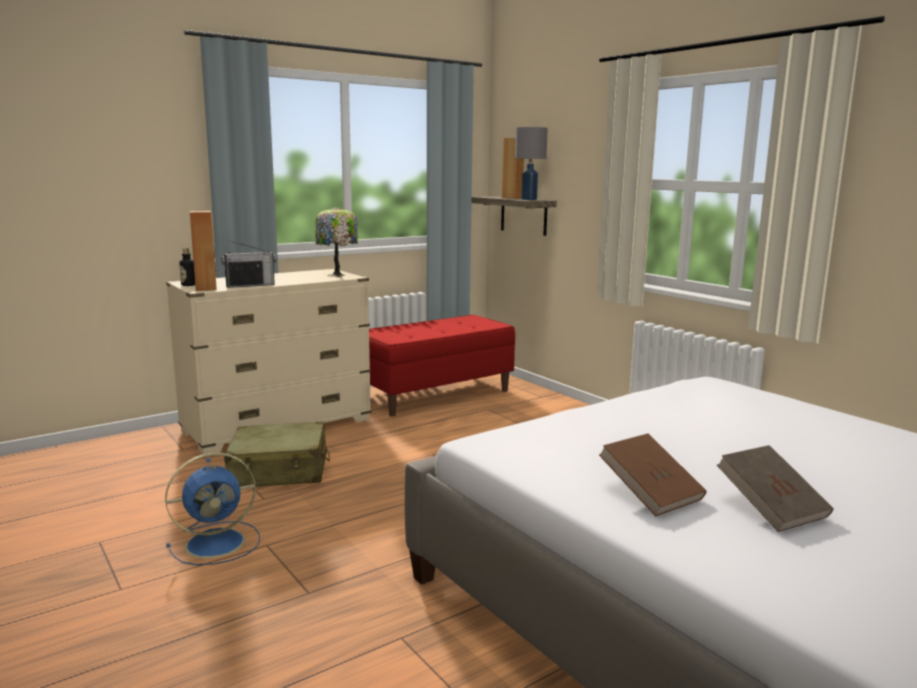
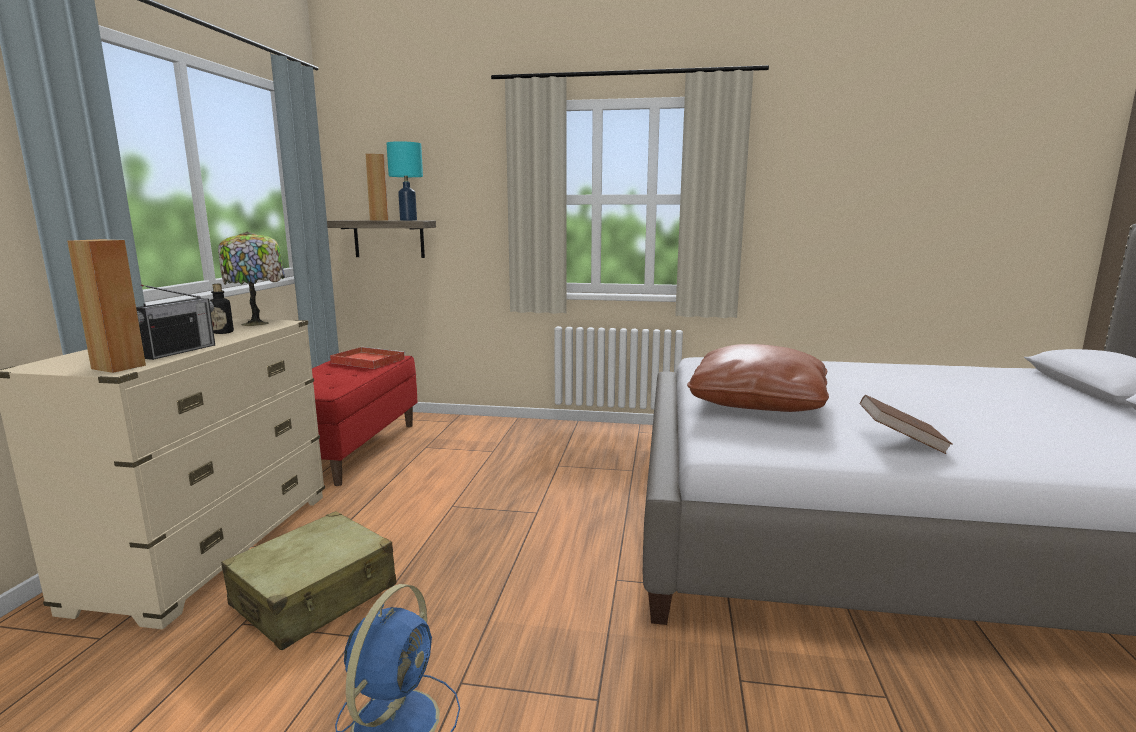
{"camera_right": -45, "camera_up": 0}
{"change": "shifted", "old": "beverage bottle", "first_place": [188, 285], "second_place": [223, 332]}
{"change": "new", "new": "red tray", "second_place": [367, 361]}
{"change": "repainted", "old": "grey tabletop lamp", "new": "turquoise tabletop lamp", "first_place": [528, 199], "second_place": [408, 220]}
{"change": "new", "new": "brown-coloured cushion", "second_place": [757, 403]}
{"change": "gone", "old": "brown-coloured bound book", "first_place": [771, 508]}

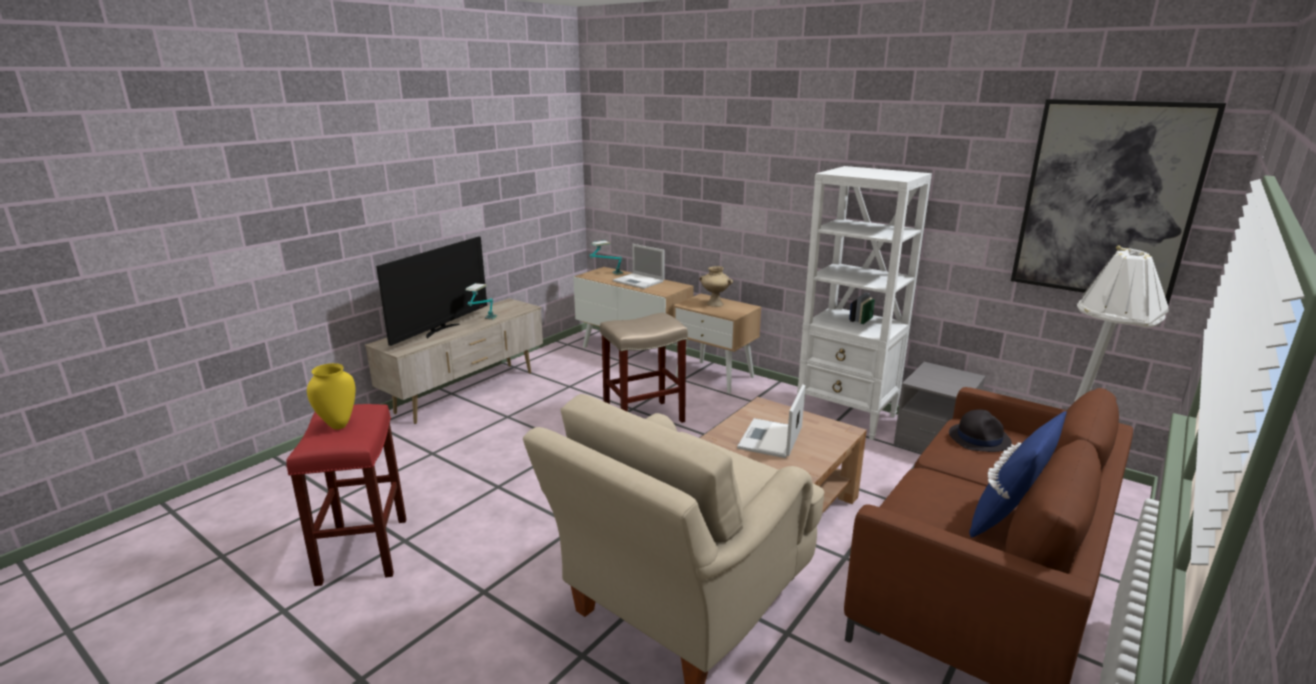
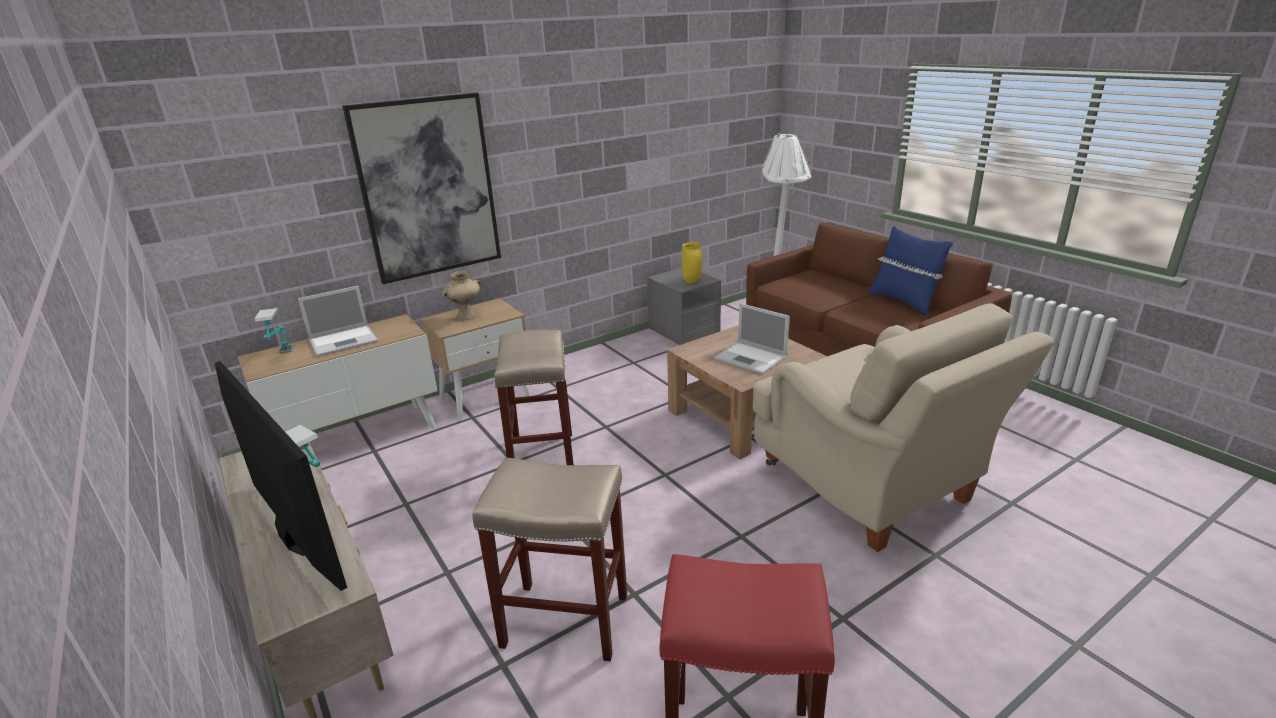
{"camera_right": -70, "camera_up": 5}
{"change": "shifted", "old": "picture", "first_place": [1107, 200], "second_place": [428, 188]}
{"change": "new", "new": "sand-coloured sitting stool", "second_place": [567, 620]}
{"change": "shifted", "old": "yellowish vase", "first_place": [338, 426], "second_place": [692, 281]}
{"change": "gone", "old": "whitish shelving unit", "first_place": [847, 417]}
{"change": "gone", "old": "black-coloured wearable hat", "first_place": [979, 438]}

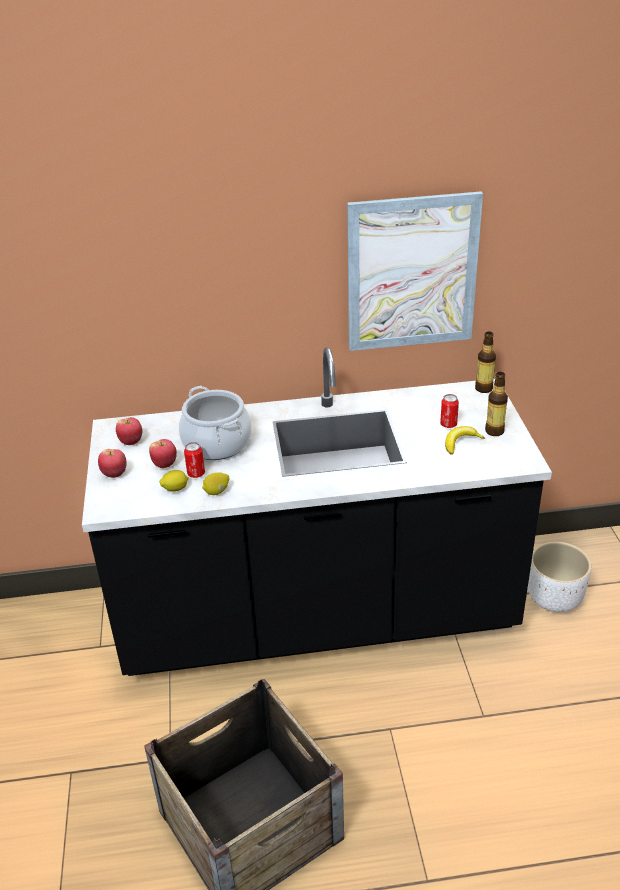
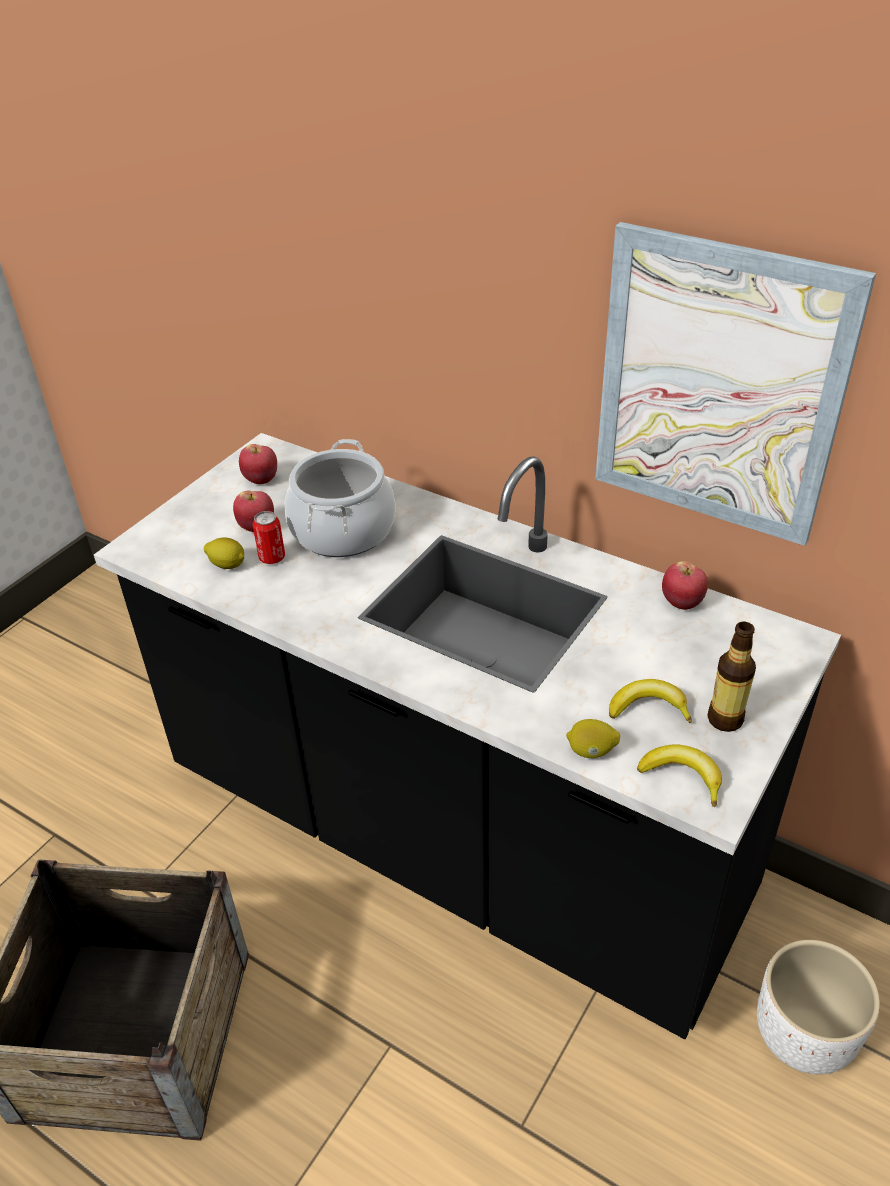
{"camera_right": 40, "camera_up": 5}
{"change": "shifted", "old": "whole lemon", "first_place": [217, 492], "second_place": [591, 751]}
{"change": "new", "new": "banana", "second_place": [682, 776]}
{"change": "shifted", "old": "apple", "first_place": [115, 474], "second_place": [682, 603]}
{"change": "gone", "old": "sealed can", "first_place": [448, 424]}
{"change": "gone", "old": "beverage bottle", "first_place": [483, 388]}

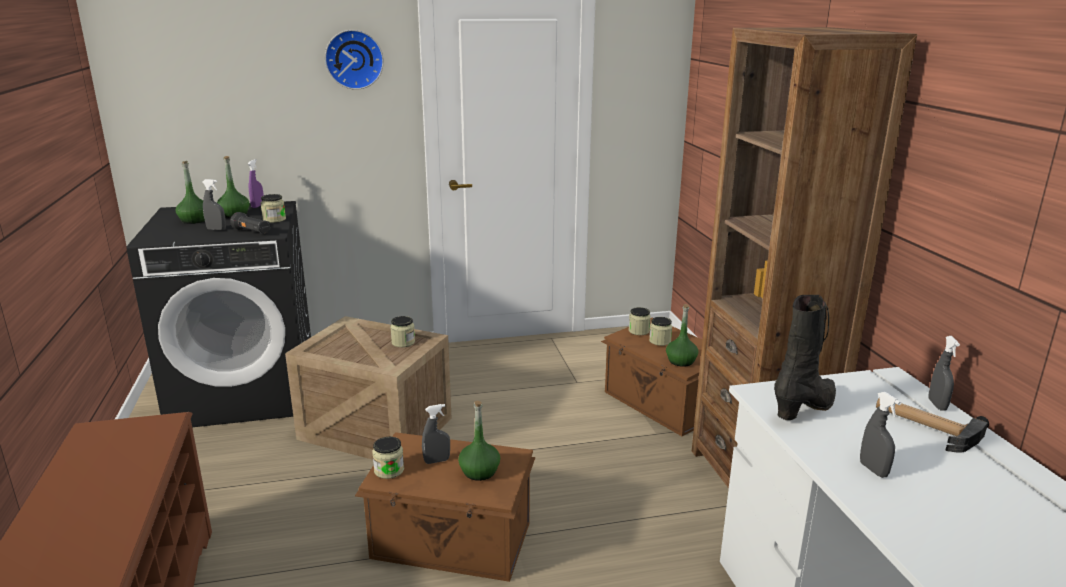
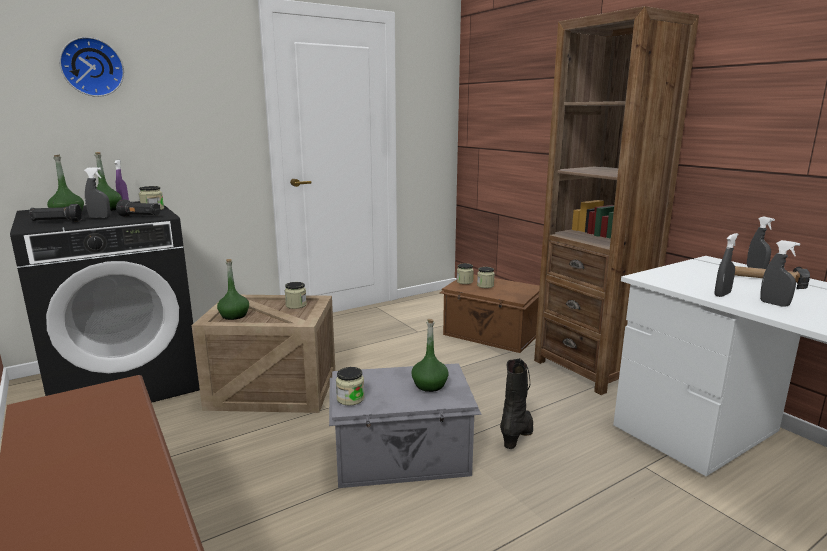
{"camera_right": -20, "camera_up": -5}
{"change": "new", "new": "black-coloured torch", "second_place": [57, 222]}
{"change": "shifted", "old": "hanging clock", "first_place": [354, 59], "second_place": [92, 67]}
{"change": "shifted", "old": "greenish beverage bottle", "first_place": [681, 361], "second_place": [234, 315]}
{"change": "repainted", "old": "brown-coloured storage bin", "new": "grey storage bin", "first_place": [452, 542], "second_place": [402, 458]}
{"change": "shifted", "old": "black-coloured high-top boot", "first_place": [806, 408], "second_place": [518, 435]}
{"change": "shifted", "old": "grey hand sprayer", "first_place": [437, 461], "second_place": [722, 294]}

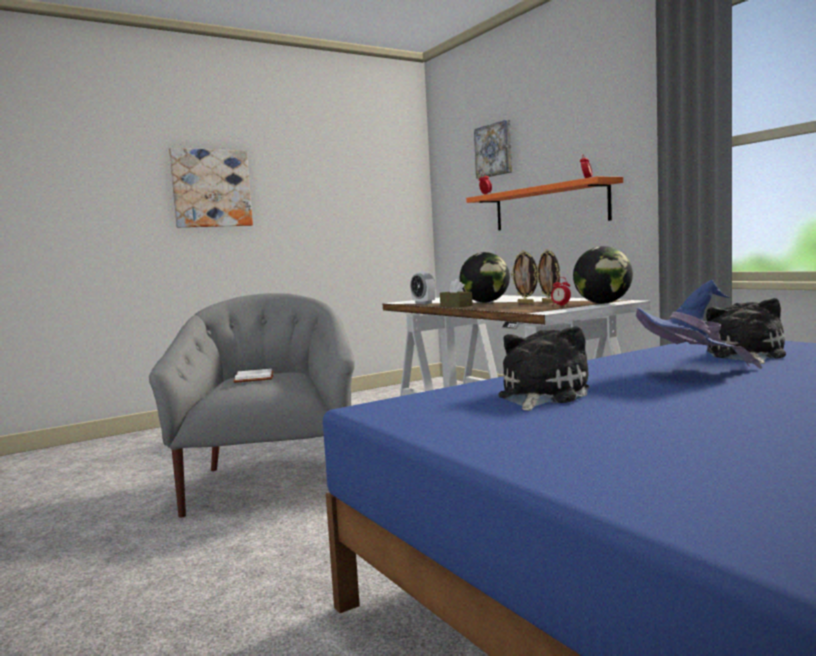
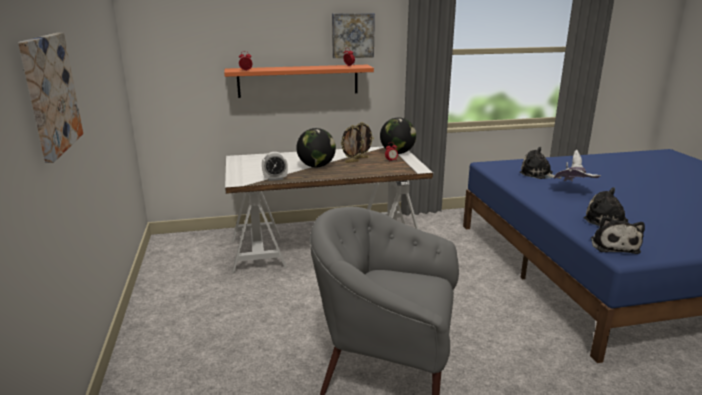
{"camera_right": -70, "camera_up": 15}
{"change": "shifted", "old": "picture", "first_place": [494, 150], "second_place": [352, 35]}
{"change": "repainted", "old": "bluish wearable hat", "new": "whitish wearable hat", "first_place": [692, 372], "second_place": [572, 190]}
{"change": "new", "new": "cuddly toy", "second_place": [613, 245]}
{"change": "gone", "old": "whitish bound book", "first_place": [255, 378]}
{"change": "gone", "old": "brown-coloured tissue holder", "first_place": [456, 306]}

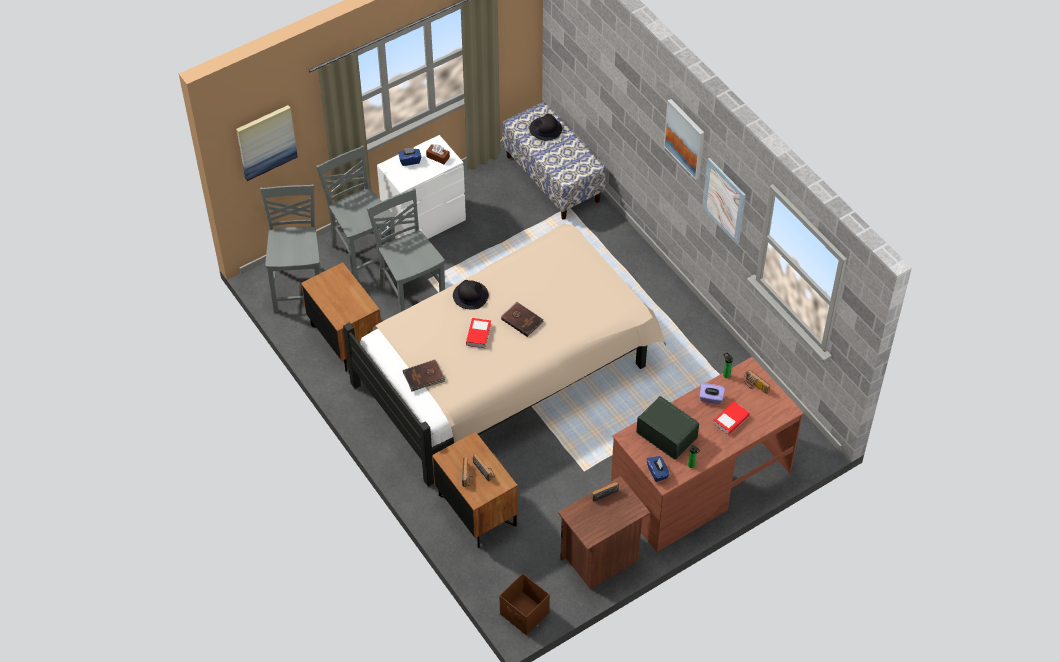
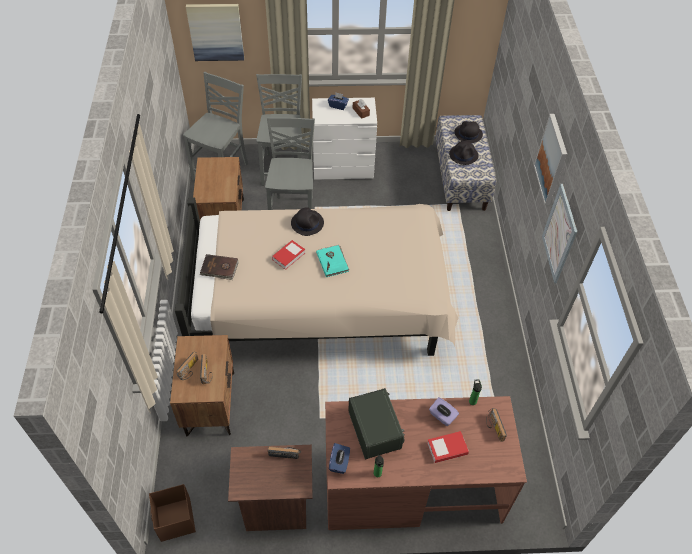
{"camera_right": 30, "camera_up": 0}
{"change": "repainted", "old": "brown-coloured bound book", "new": "turquoise bound book", "first_place": [522, 320], "second_place": [333, 261]}
{"change": "new", "new": "black-coloured wearable hat", "second_place": [464, 155]}

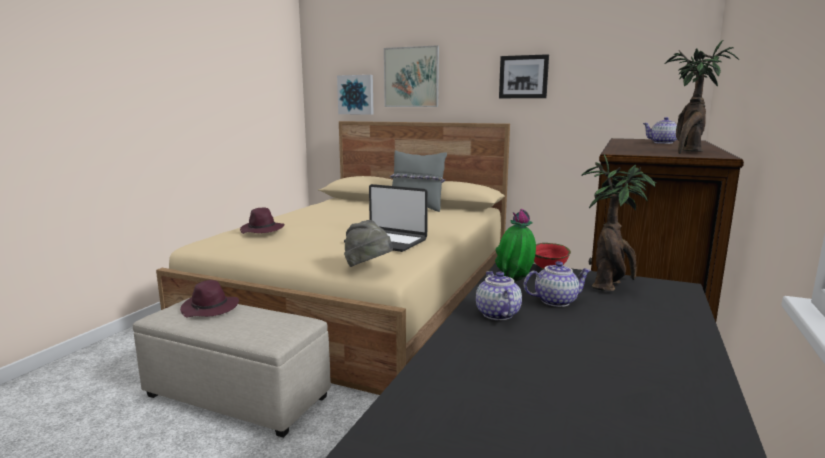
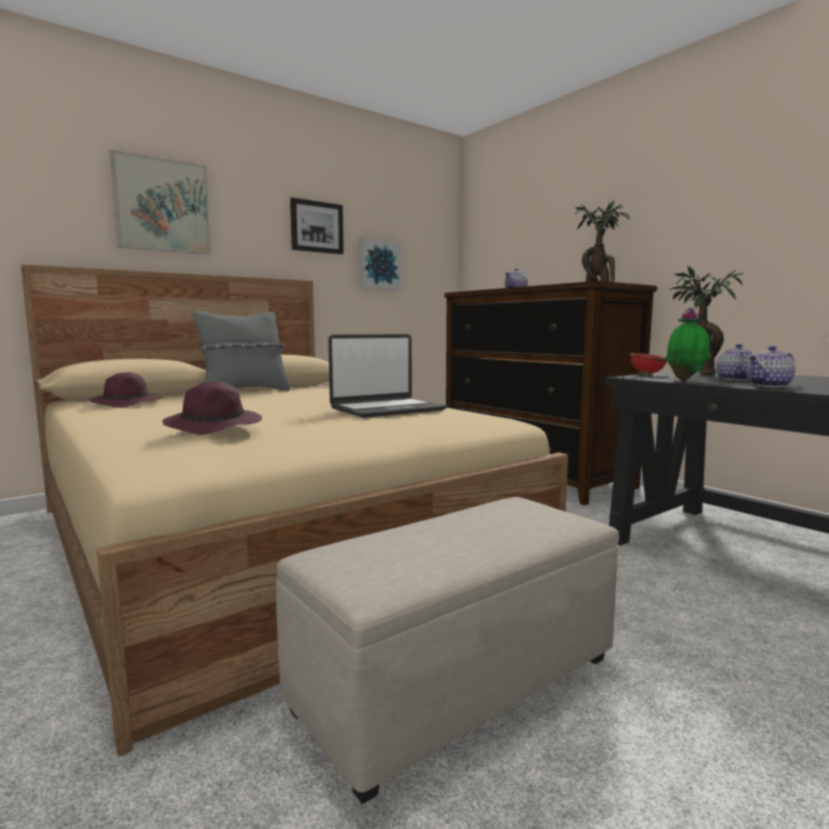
{"camera_right": -60, "camera_up": -5}
{"change": "shifted", "old": "purple wearable hat", "first_place": [210, 309], "second_place": [128, 403]}
{"change": "shifted", "old": "picture", "first_place": [356, 95], "second_place": [379, 265]}
{"change": "rotated", "old": "pot for tea", "first_place": [496, 314], "second_place": [769, 386], "degrees": -45}
{"change": "gone", "old": "grey wearable hat", "first_place": [368, 268]}

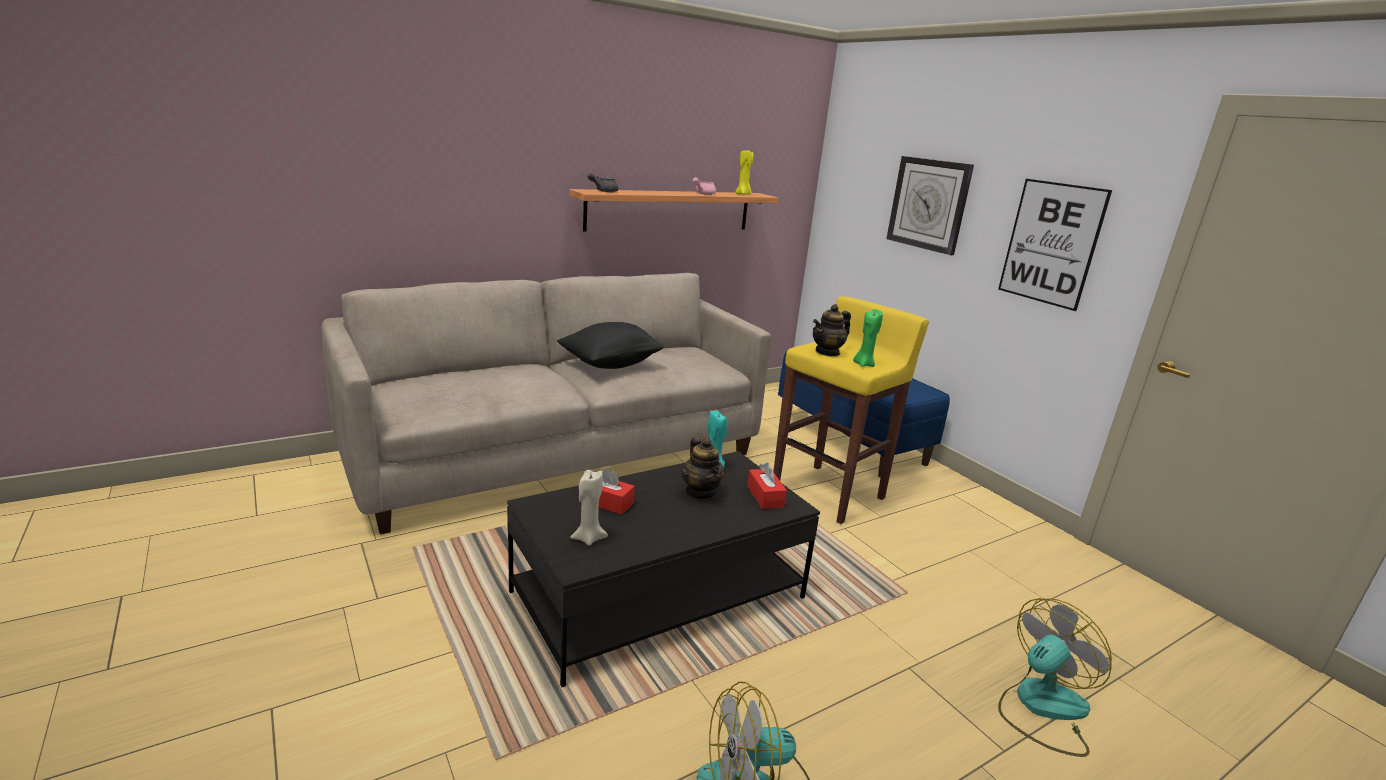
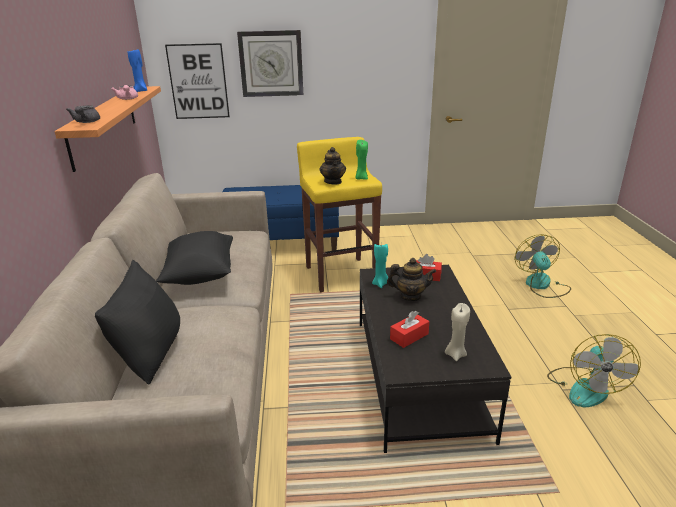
{"camera_right": -60, "camera_up": 5}
{"change": "new", "new": "black-coloured cushion", "second_place": [150, 353]}
{"change": "repainted", "old": "yellowish wax light", "new": "bluish wax light", "first_place": [743, 194], "second_place": [141, 91]}
{"change": "shifted", "old": "picture", "first_place": [1051, 243], "second_place": [198, 81]}

